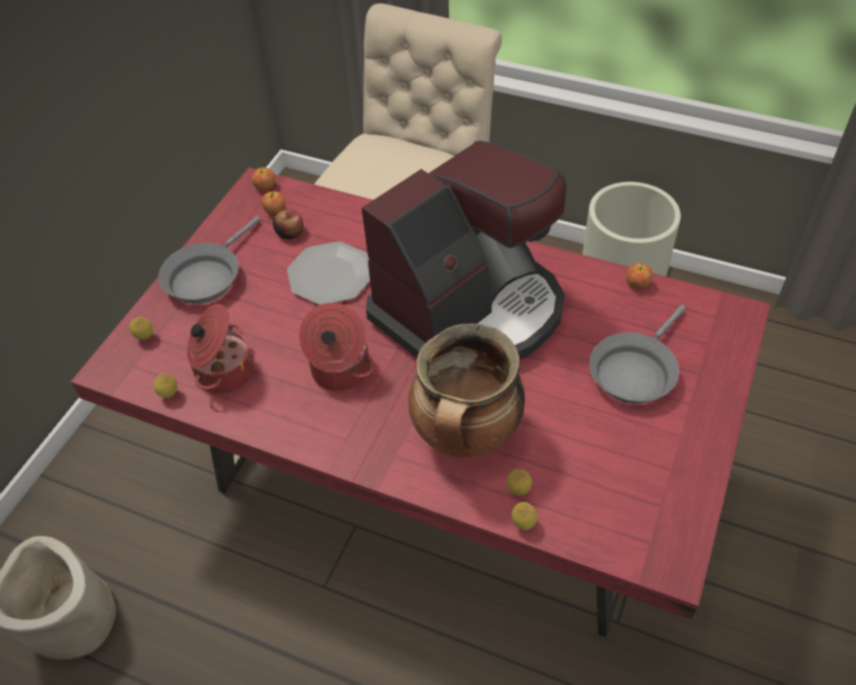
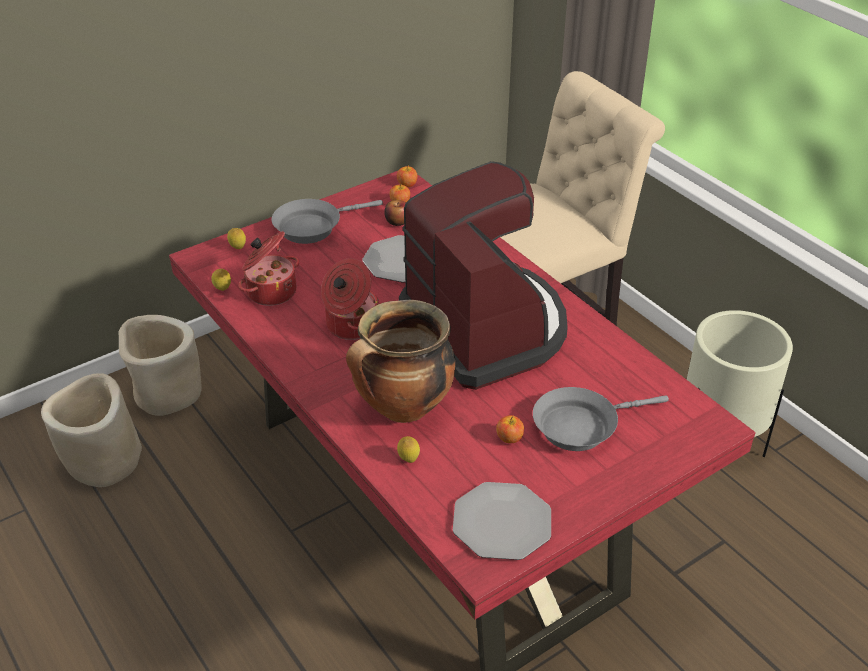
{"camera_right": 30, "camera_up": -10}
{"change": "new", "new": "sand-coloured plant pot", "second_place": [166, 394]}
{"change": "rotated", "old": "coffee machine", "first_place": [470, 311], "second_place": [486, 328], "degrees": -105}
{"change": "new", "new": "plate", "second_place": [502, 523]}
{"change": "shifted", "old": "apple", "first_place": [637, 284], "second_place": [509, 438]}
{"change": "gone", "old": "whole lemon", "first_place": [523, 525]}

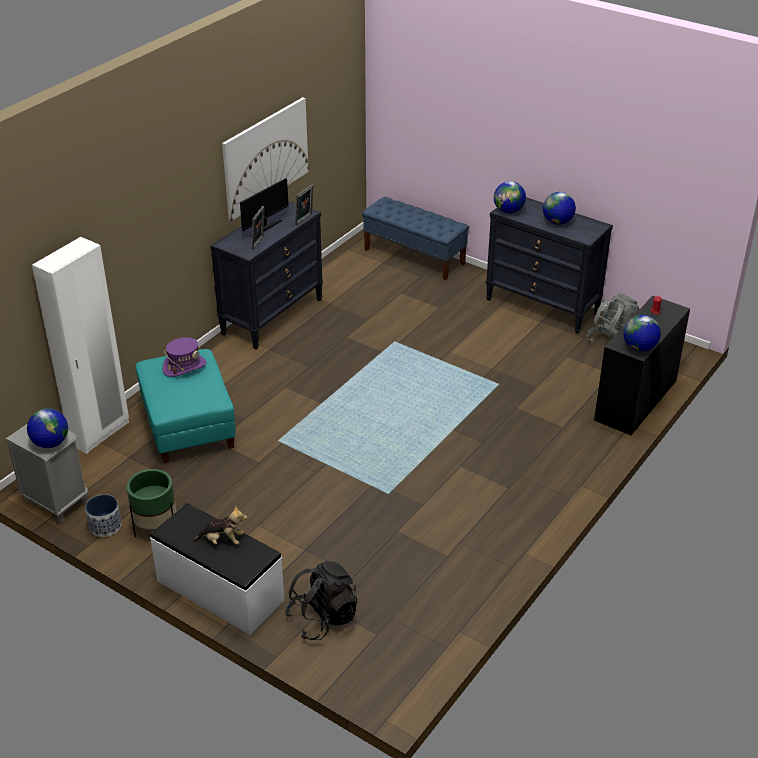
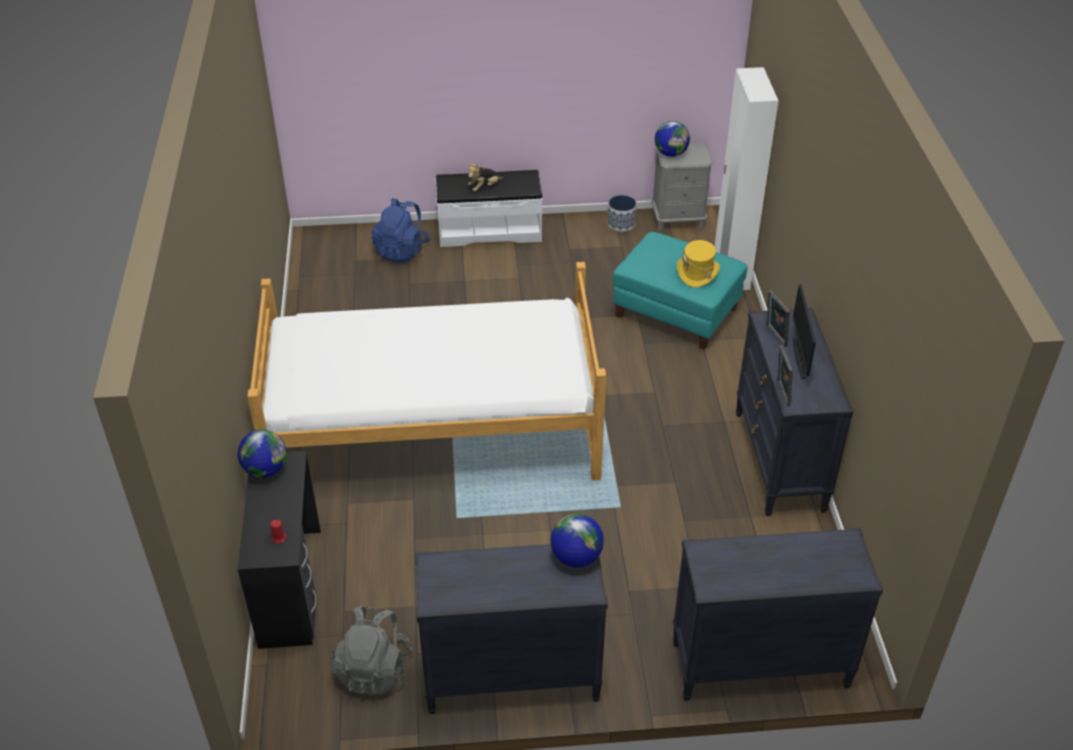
{"camera_right": 140, "camera_up": 5}
{"change": "new", "new": "bed", "second_place": [433, 429]}
{"change": "repainted", "old": "black-coloured rucksack", "new": "bluish rucksack", "first_place": [323, 618], "second_place": [402, 251]}
{"change": "swapped", "old": "bluish long seat", "new": "black-coloured dresser", "first_place": [414, 257], "second_place": [758, 665]}
{"change": "repainted", "old": "purple wearable hat", "new": "yellowish wearable hat", "first_place": [184, 367], "second_place": [697, 273]}
{"change": "gone", "old": "greenish plant pot", "first_place": [156, 527]}
{"change": "gone", "old": "picture", "first_place": [266, 157]}
{"change": "gone", "old": "globe", "first_place": [557, 222]}

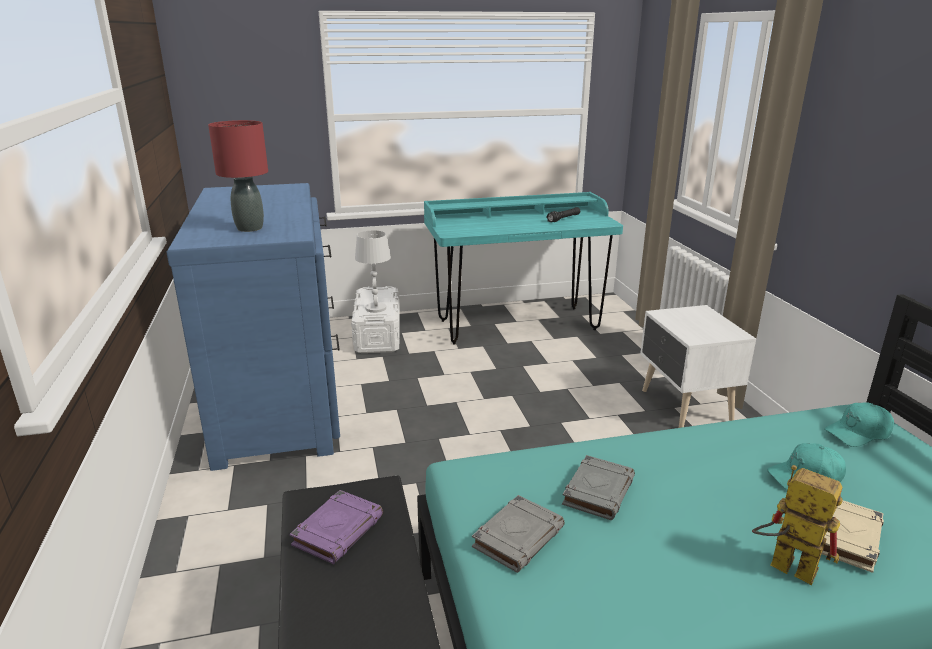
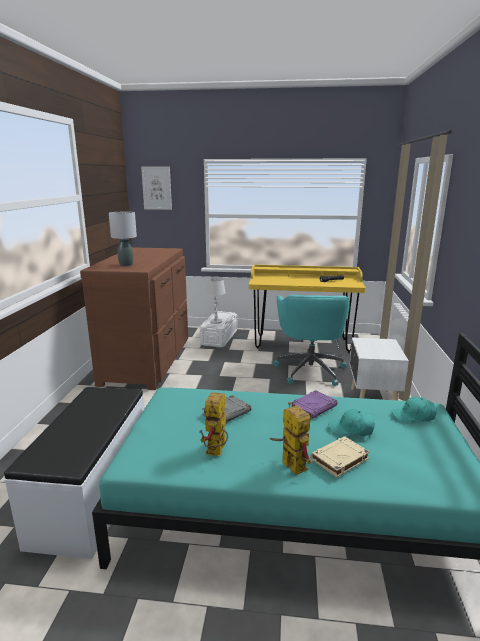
{"camera_right": 20, "camera_up": -5}
{"change": "repainted", "old": "bluish dresser", "new": "brown-coloured dresser", "first_place": [281, 400], "second_place": [148, 361]}
{"change": "repainted", "old": "red tabletop lamp", "new": "grey tabletop lamp", "first_place": [250, 228], "second_place": [126, 265]}
{"change": "new", "new": "picture", "second_place": [156, 188]}
{"change": "new", "new": "model robot", "second_place": [216, 452]}
{"change": "repainted", "old": "turquoise desk", "new": "yellowish desk", "first_place": [517, 325], "second_place": [302, 343]}
{"change": "new", "new": "turquoise office chair", "second_place": [310, 369]}
{"change": "shifted", "old": "purple bound book", "first_place": [338, 530], "second_place": [313, 407]}
{"change": "gone", "old": "grey bound book", "first_place": [518, 537]}

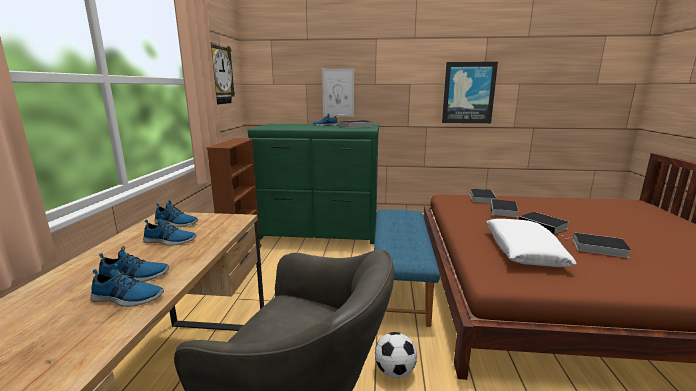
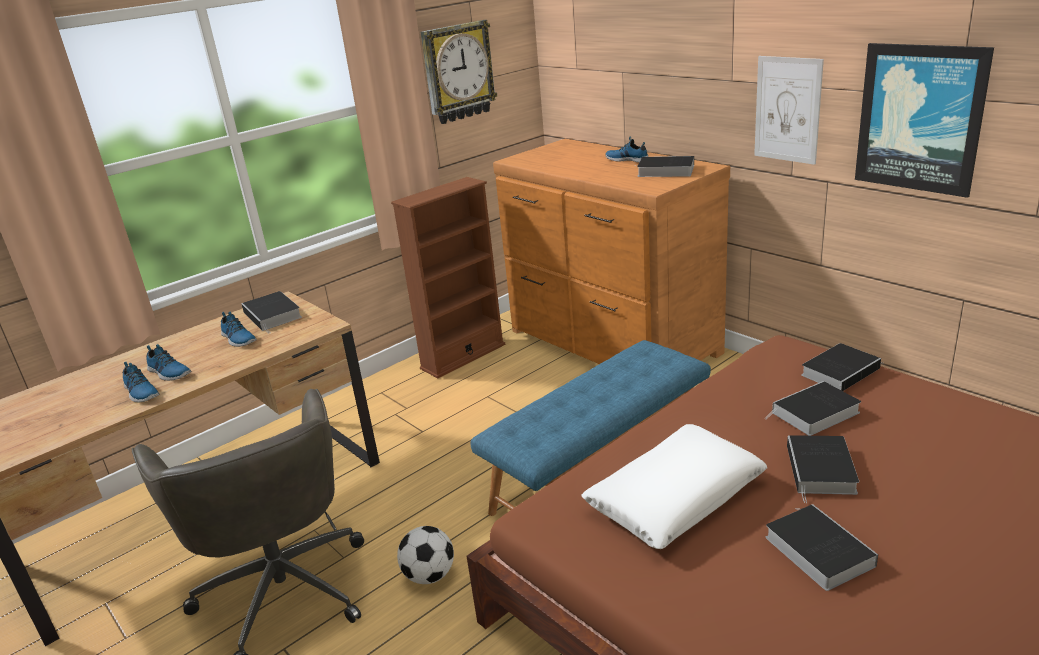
{"camera_right": 45, "camera_up": 10}
{"change": "swapped", "old": "shoe", "new": "bound book", "first_place": [176, 223], "second_place": [273, 315]}
{"change": "repainted", "old": "greenish dresser", "new": "brown-coloured dresser", "first_place": [319, 231], "second_place": [610, 343]}
{"change": "shifted", "old": "picture", "first_place": [338, 93], "second_place": [787, 109]}

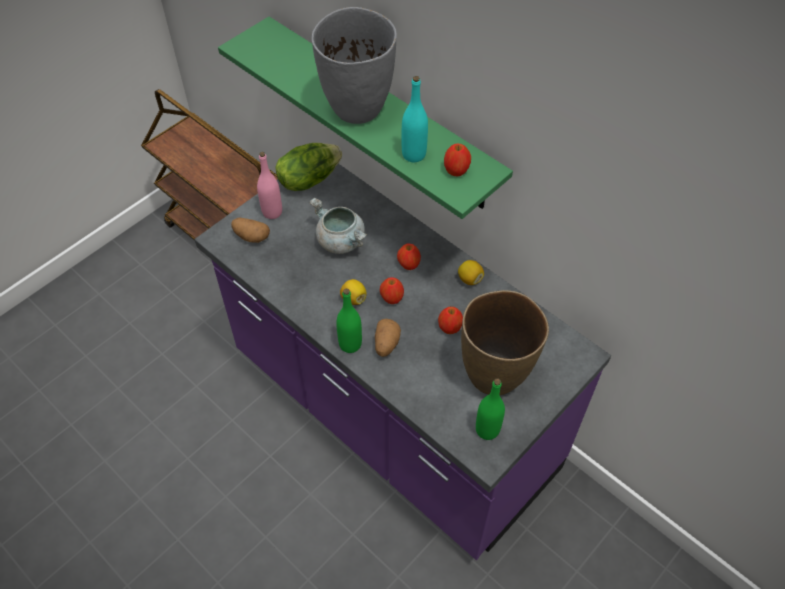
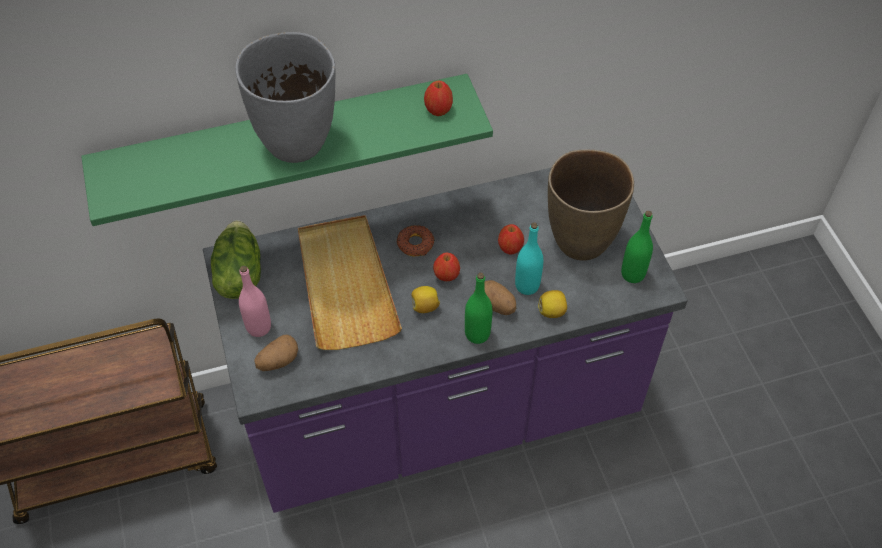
{"camera_right": -60, "camera_up": 0}
{"change": "swapped", "old": "grey stockpot", "new": "sand-coloured tray", "first_place": [341, 241], "second_place": [346, 284]}
{"change": "swapped", "old": "apple", "new": "donut", "first_place": [408, 264], "second_place": [415, 244]}
{"change": "shifted", "old": "turquoise beverage bottle", "first_place": [414, 154], "second_place": [527, 286]}
{"change": "shifted", "old": "whole lemon", "first_place": [470, 279], "second_place": [552, 311]}

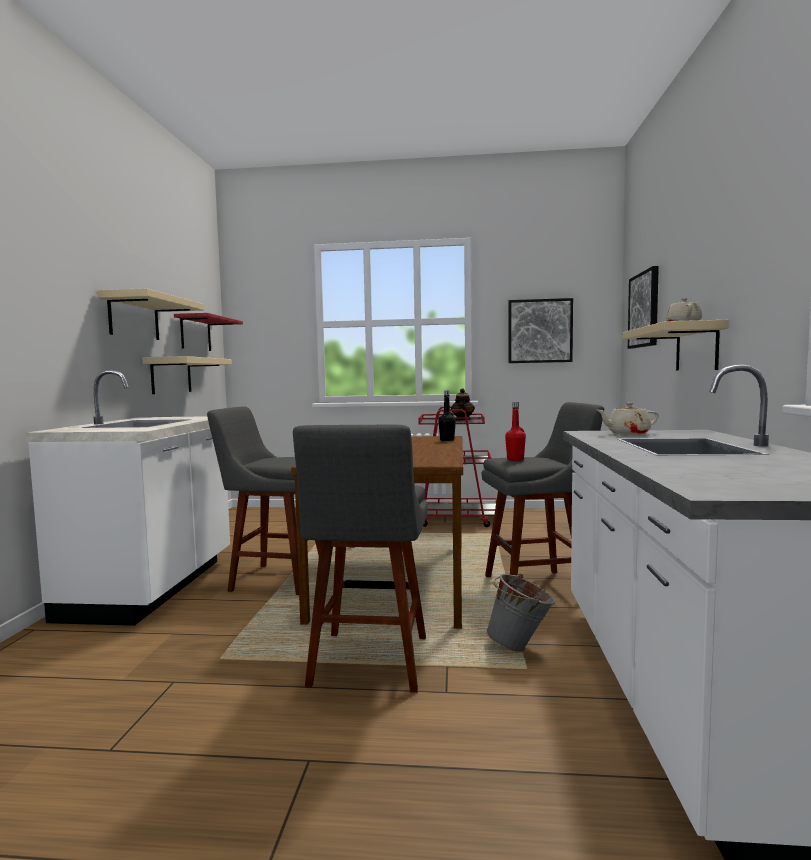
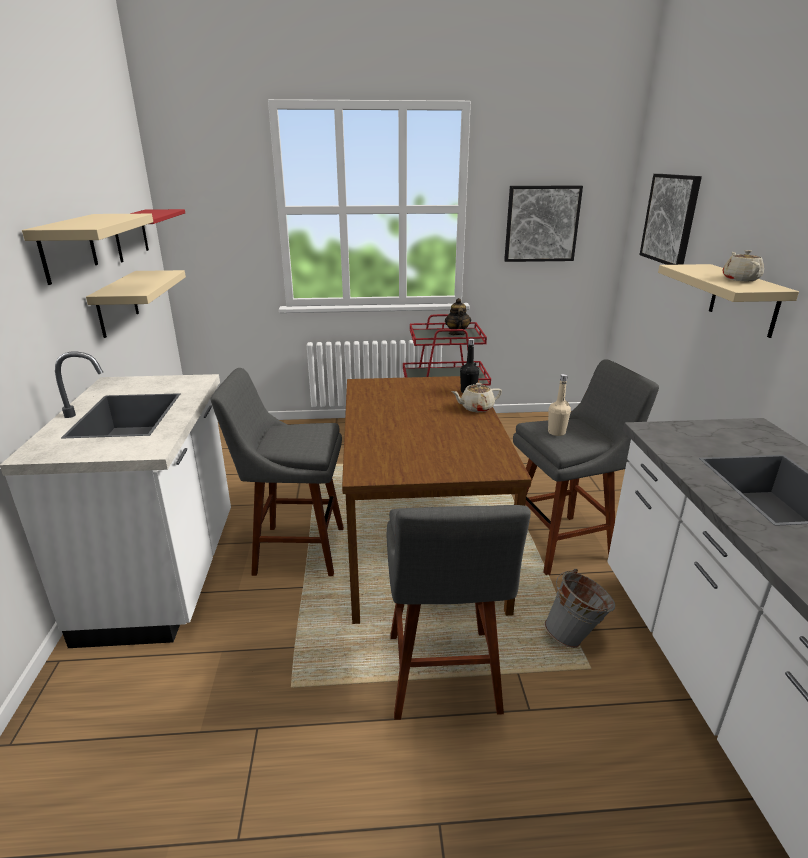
{"camera_right": -10, "camera_up": 20}
{"change": "shifted", "old": "sand-coloured pot for tea", "first_place": [627, 434], "second_place": [476, 408]}
{"change": "repainted", "old": "red beverage bottle", "new": "sand-coloured beverage bottle", "first_place": [515, 459], "second_place": [556, 432]}

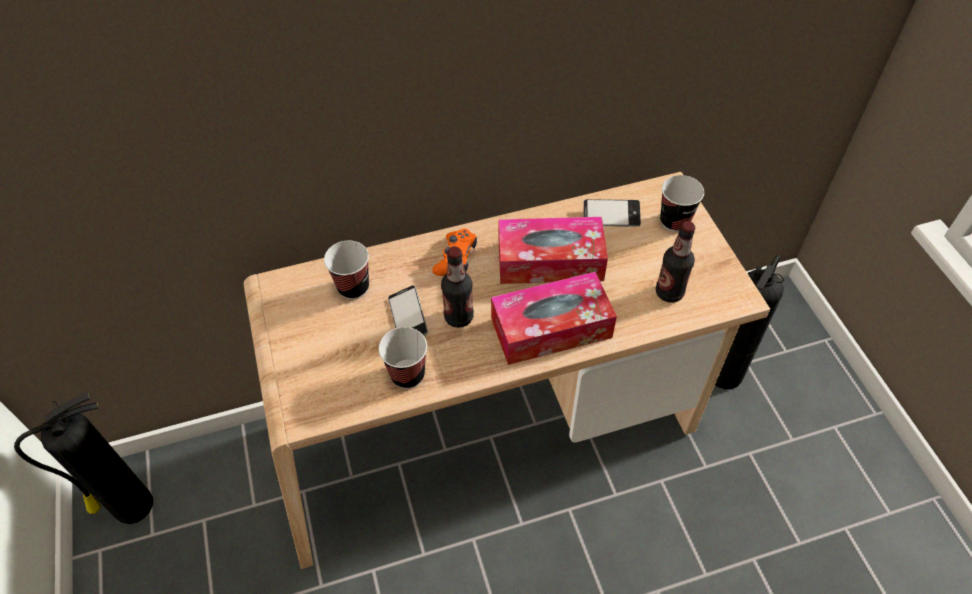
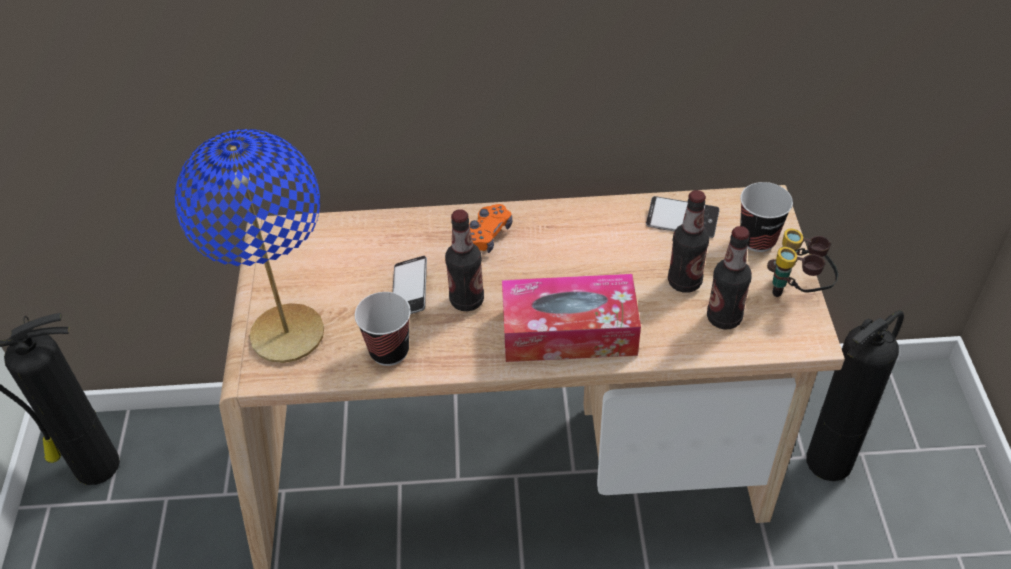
{"camera_right": 15, "camera_up": -5}
{"change": "new", "new": "bluish tabletop lamp", "second_place": [287, 336]}
{"change": "new", "new": "beverage bottle", "second_place": [684, 282]}
{"change": "new", "new": "binoculars", "second_place": [797, 291]}
{"change": "gone", "old": "drinking cup", "first_place": [353, 287]}
{"change": "gone", "old": "tissue holder", "first_place": [550, 261]}

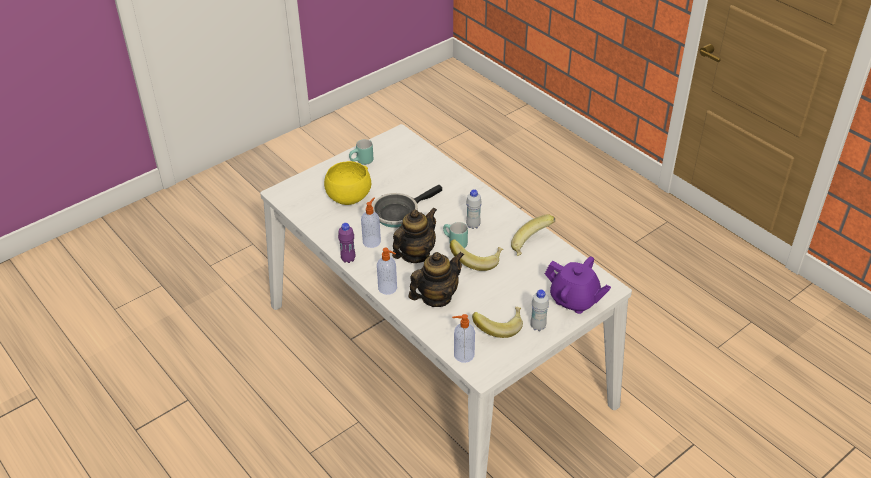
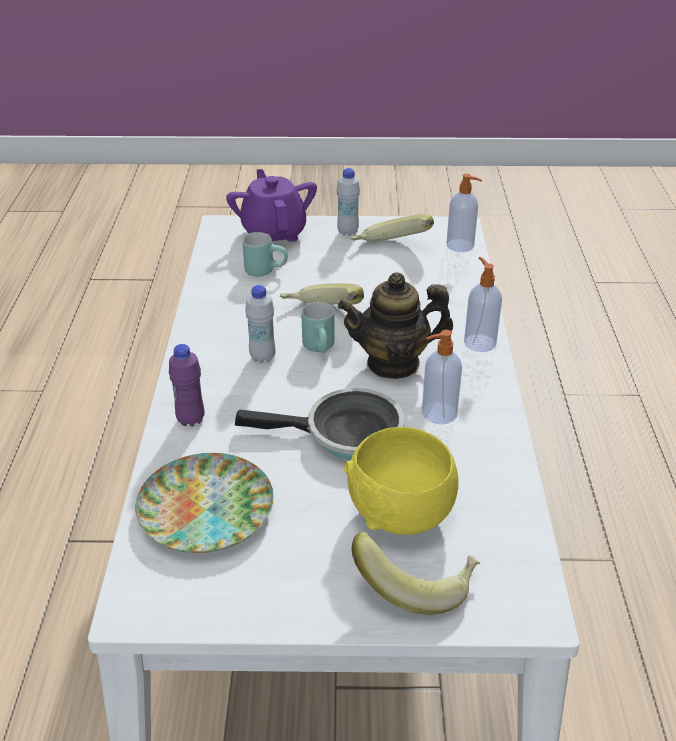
{"camera_right": -140, "camera_up": -5}
{"change": "new", "new": "plate", "second_place": [207, 509]}
{"change": "shifted", "old": "purple beverage bottle", "first_place": [348, 259], "second_place": [191, 420]}
{"change": "shifted", "old": "turquoise coffee mug", "first_place": [362, 162], "second_place": [266, 270]}
{"change": "shifted", "old": "banana", "first_place": [532, 246], "second_place": [416, 584]}
{"change": "gone", "old": "pot for tea", "first_place": [436, 297]}

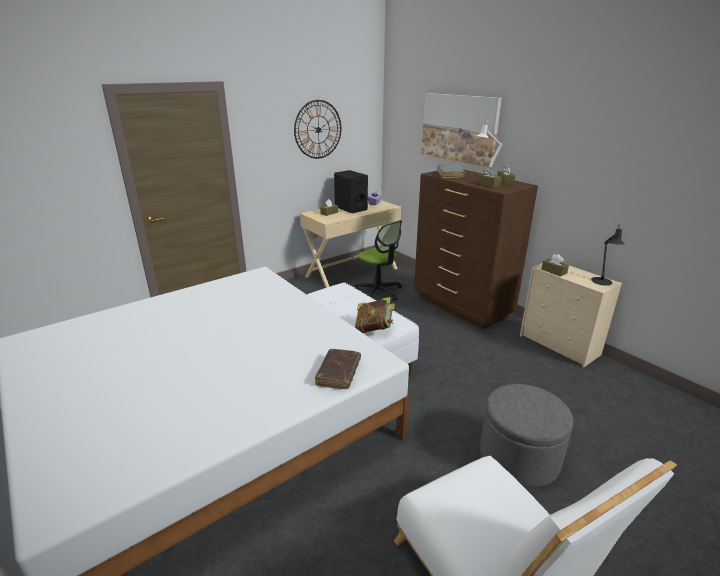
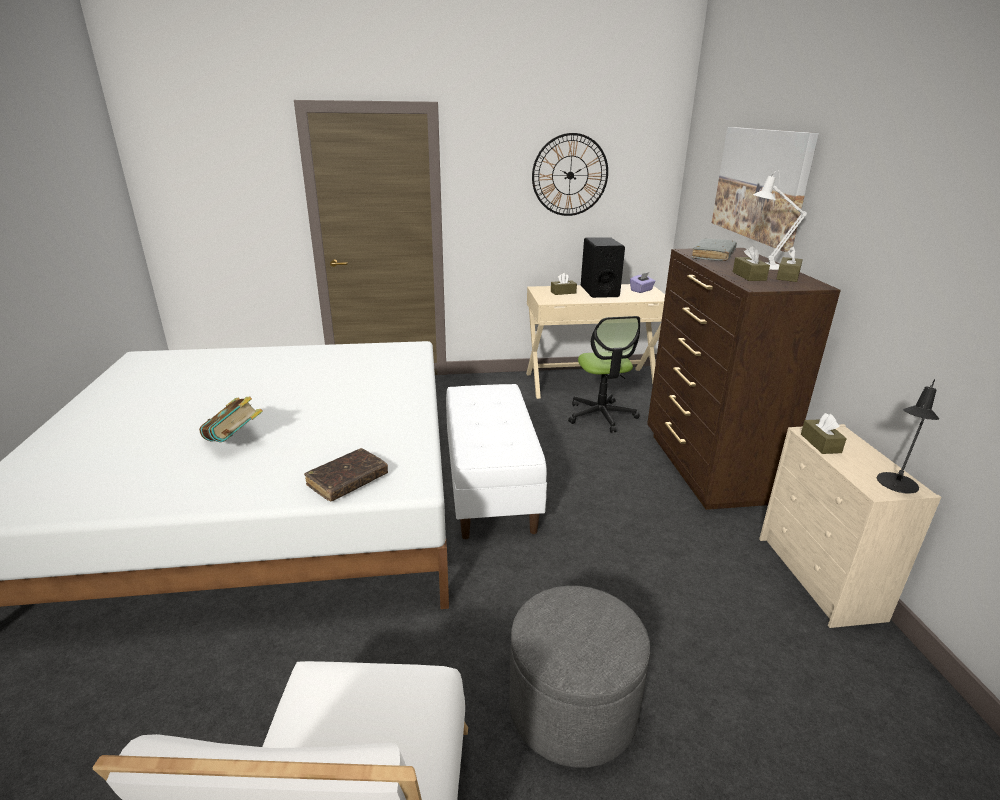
{"camera_right": 30, "camera_up": 0}
{"change": "shifted", "old": "bound book", "first_place": [374, 329], "second_place": [235, 441]}

